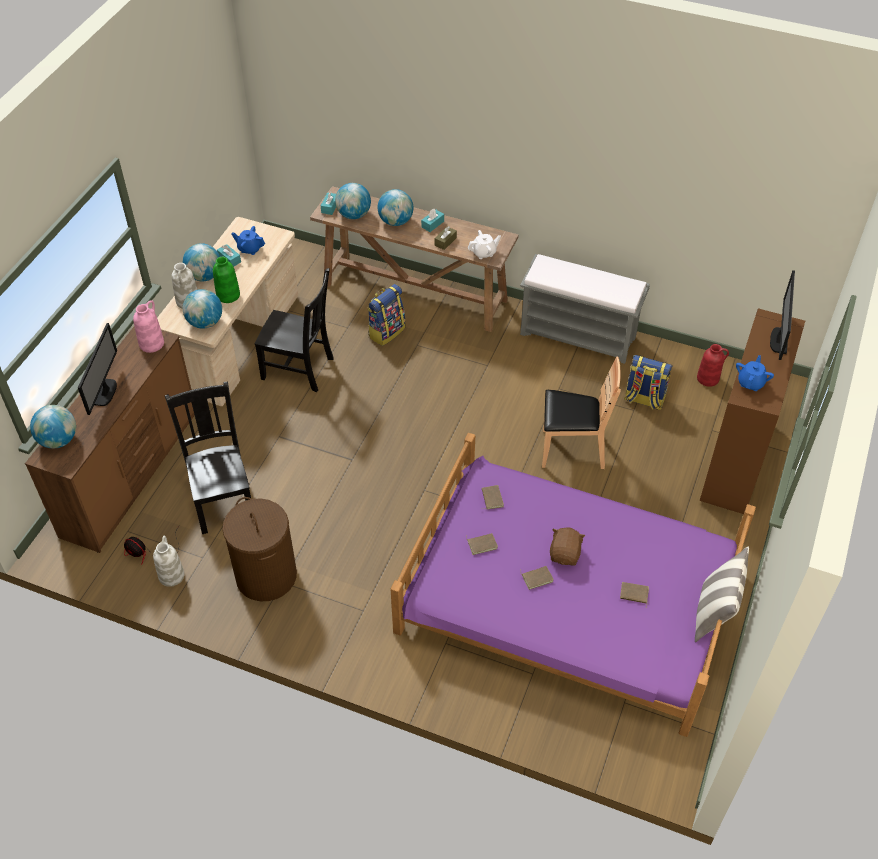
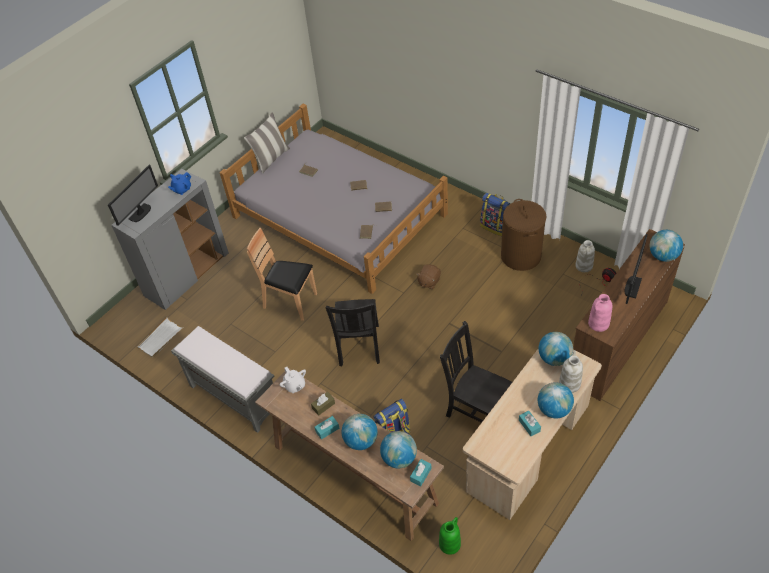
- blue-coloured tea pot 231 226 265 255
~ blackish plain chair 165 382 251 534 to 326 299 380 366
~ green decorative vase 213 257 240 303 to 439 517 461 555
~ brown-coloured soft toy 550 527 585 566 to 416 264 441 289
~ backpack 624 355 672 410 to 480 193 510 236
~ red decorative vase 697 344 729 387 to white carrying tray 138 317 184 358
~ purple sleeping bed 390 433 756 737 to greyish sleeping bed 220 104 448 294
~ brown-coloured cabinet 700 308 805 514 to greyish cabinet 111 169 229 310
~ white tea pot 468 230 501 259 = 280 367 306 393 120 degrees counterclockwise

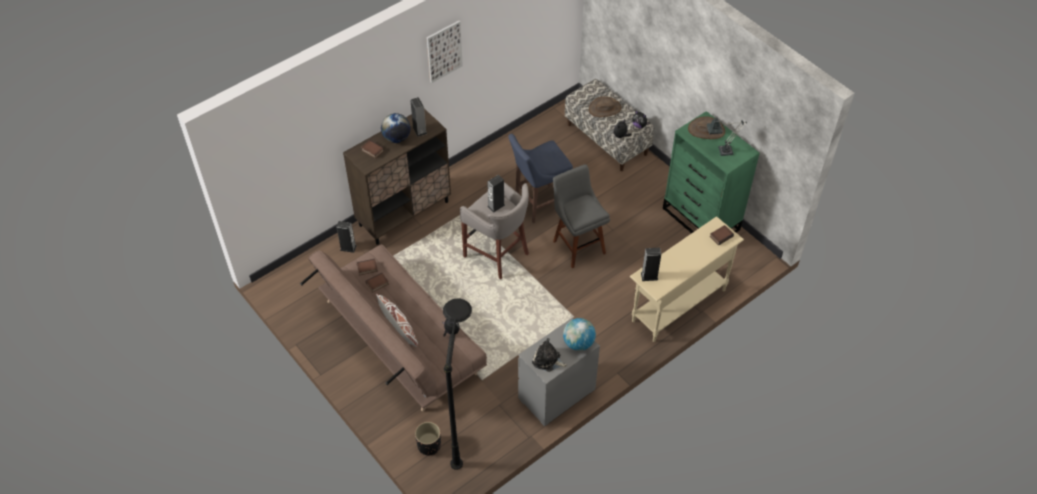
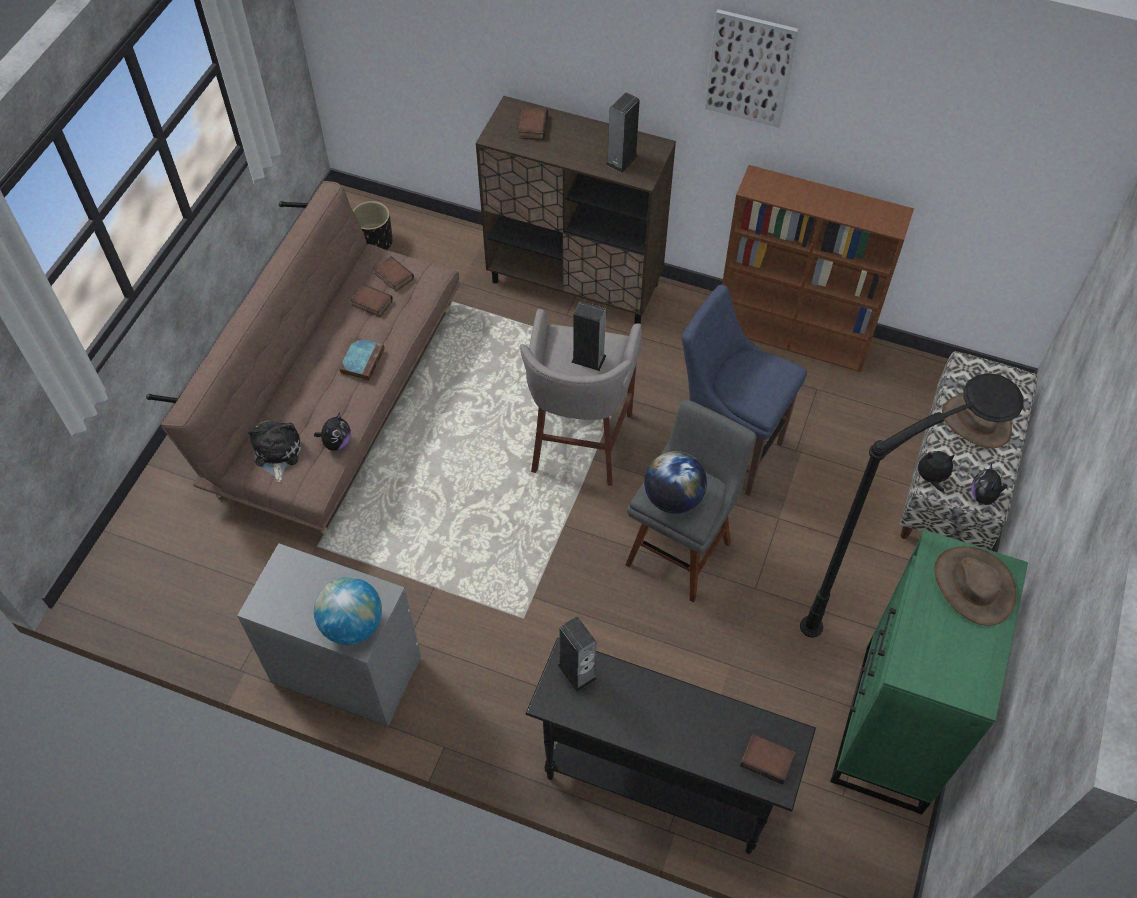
- loudspeaker 337 221 357 253
- white cushion 376 294 418 347
- tabletop lamp 707 118 747 156
+ bound book 339 337 384 381
+ brown-coloured bookcase 722 165 914 372
~ desk globe 381 113 411 143 to 644 451 707 514
~ blackish planter 415 422 441 456 to 353 201 393 250
~ blackish floor lamp 443 298 472 470 to 800 373 1024 638
~ soft toy 532 338 567 372 to 248 420 301 482
~ beige-coloured narrow table 630 216 744 342 to blackish narrow table 526 638 816 854

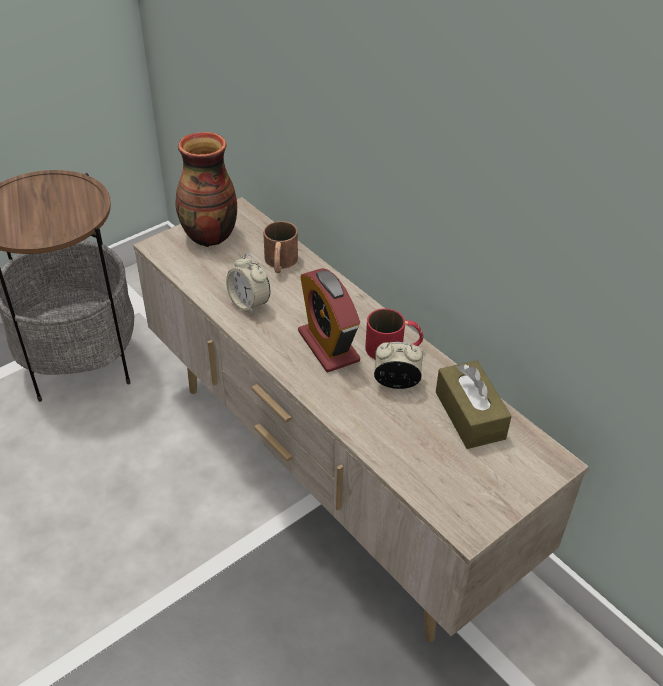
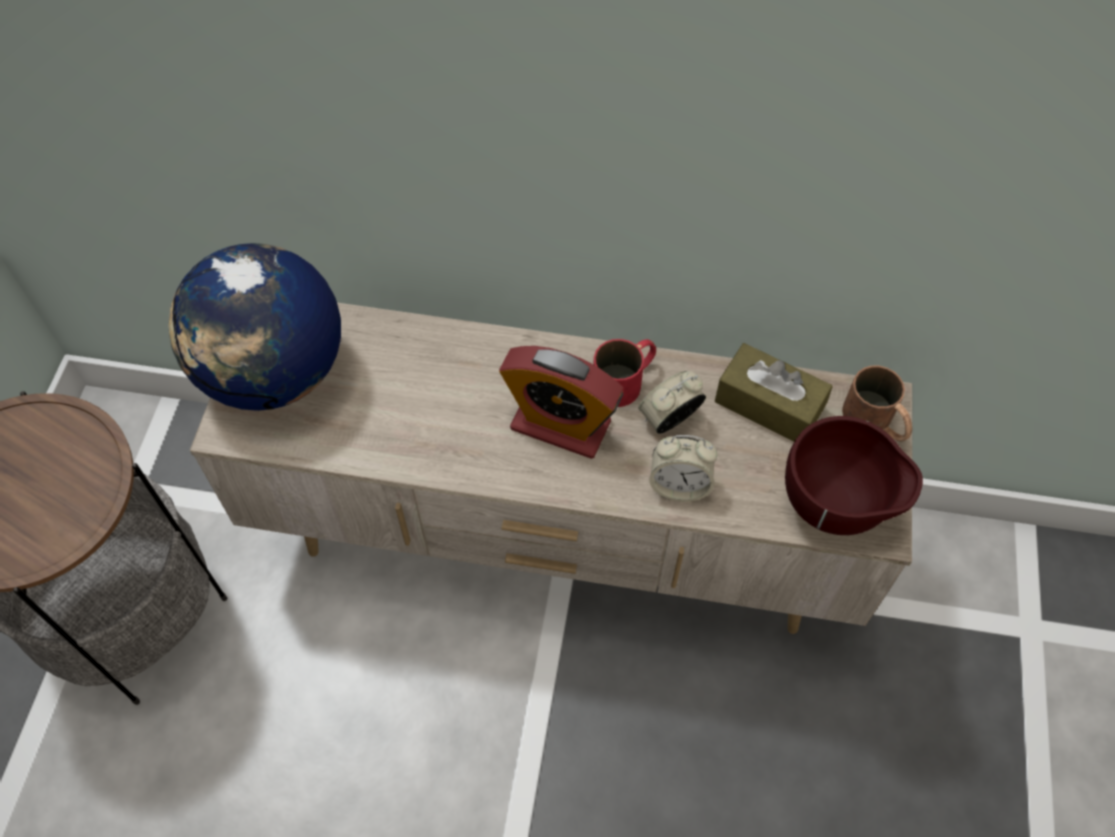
+ brown-coloured deep dish 785 416 923 535
~ bedside clock 226 254 270 315 to 649 435 717 502
~ brown-coloured tea mug 263 221 298 273 to 842 366 912 441
~ decorative vase 175 132 237 247 to desk globe 169 243 341 411

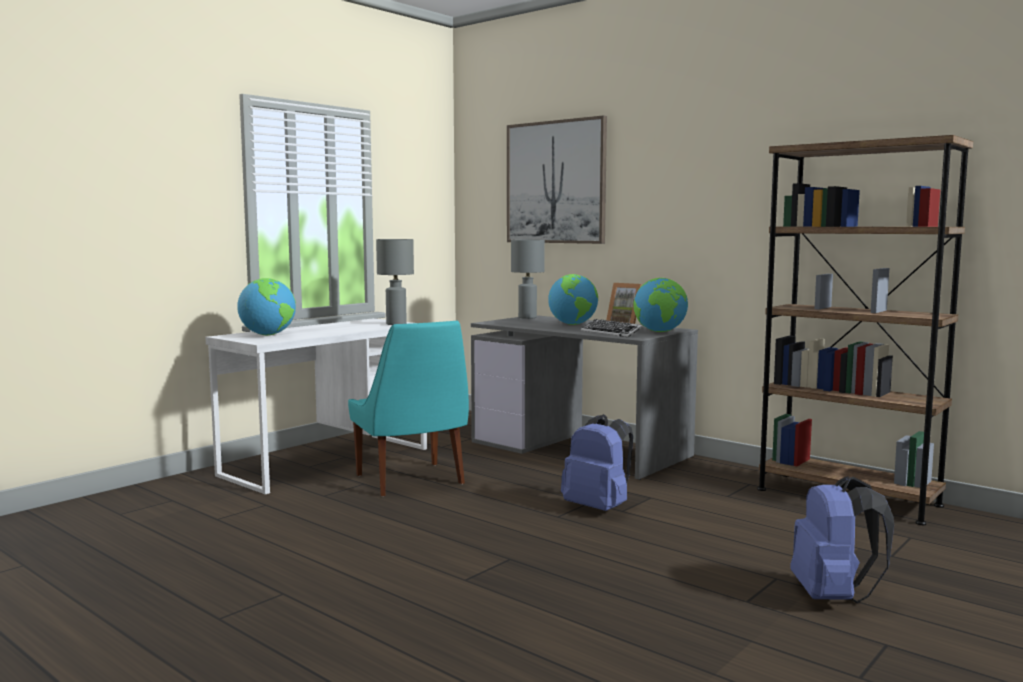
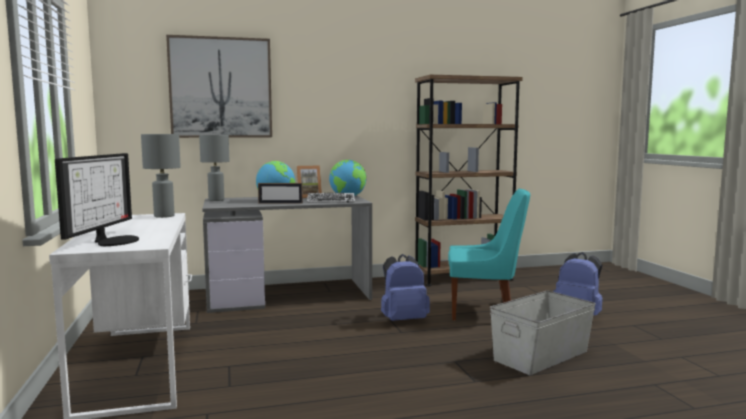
+ standing frame 258 183 303 204
+ greyish storage container 490 291 596 375
~ blue-green plain chair 348 321 469 497 to 448 189 530 321
~ desk globe 237 278 296 335 to computer display 55 153 139 246

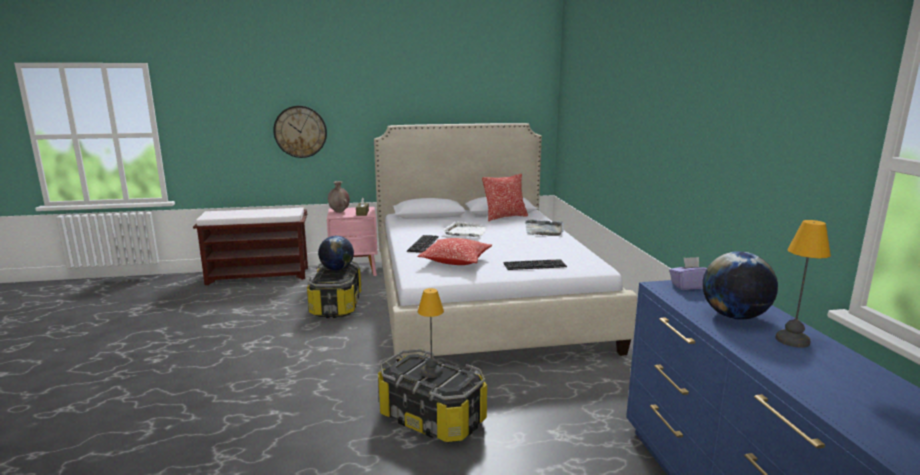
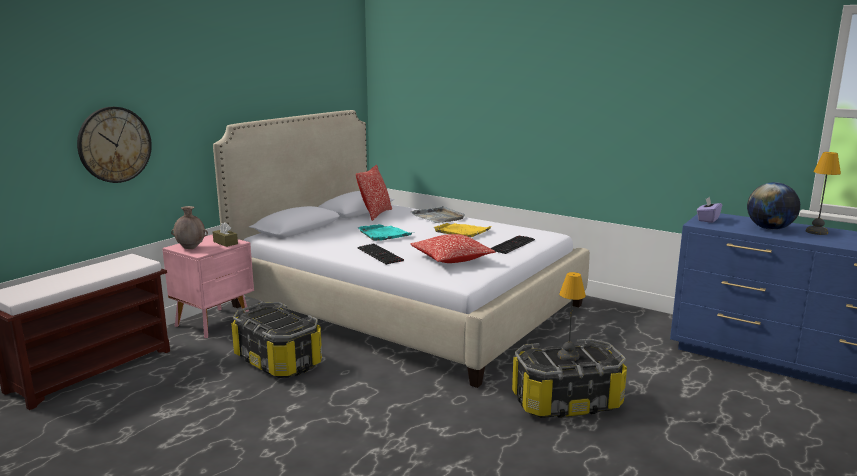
- desk globe 318 236 354 270
+ yellow-coloured carrying tray 433 223 492 237
~ white carrying tray 443 222 487 237 to blue-green carrying tray 358 224 414 241

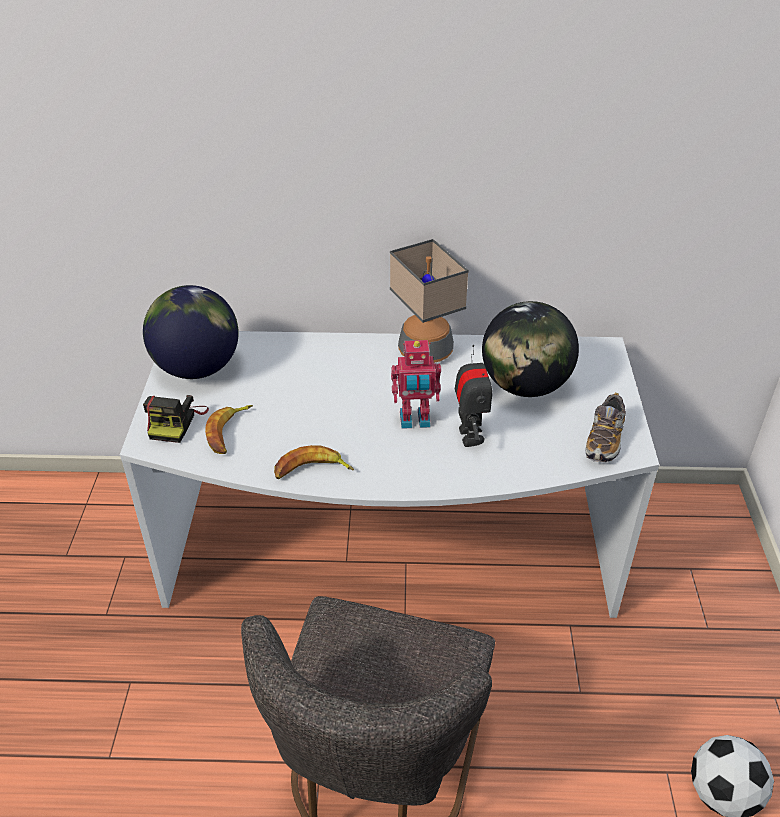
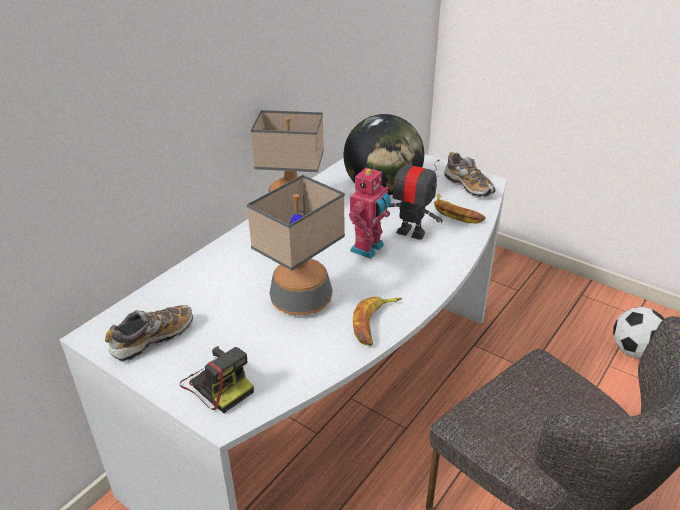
+ tabletop lamp 247 175 345 315
~ whole banana 205 405 253 454 to 434 194 486 224
~ desk globe 143 285 239 379 to low shoe 105 305 193 362

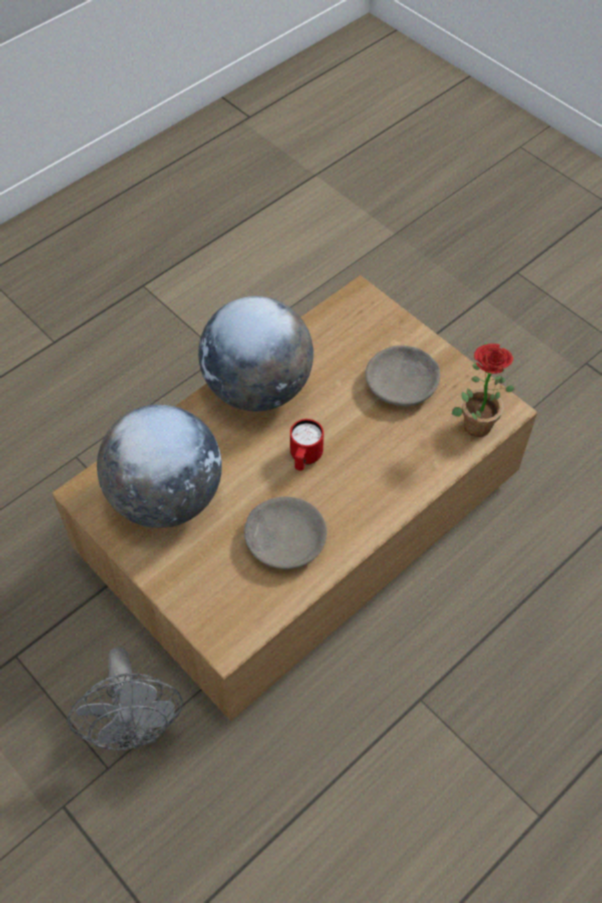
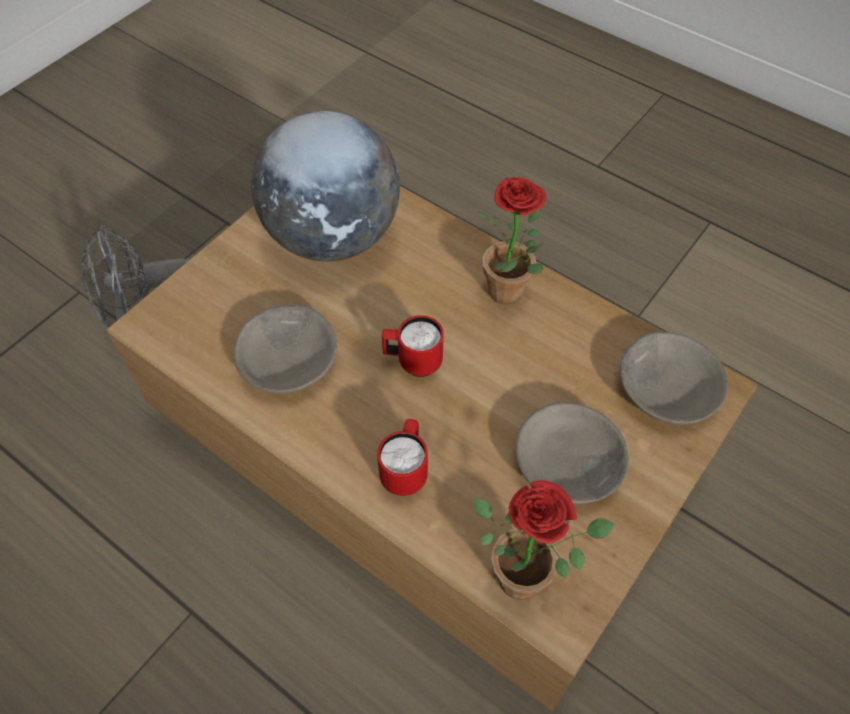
+ red tea mug 377 419 428 496
+ greyish deep dish 620 332 728 425
~ desk globe 198 296 313 411 to potted plant 479 177 546 304

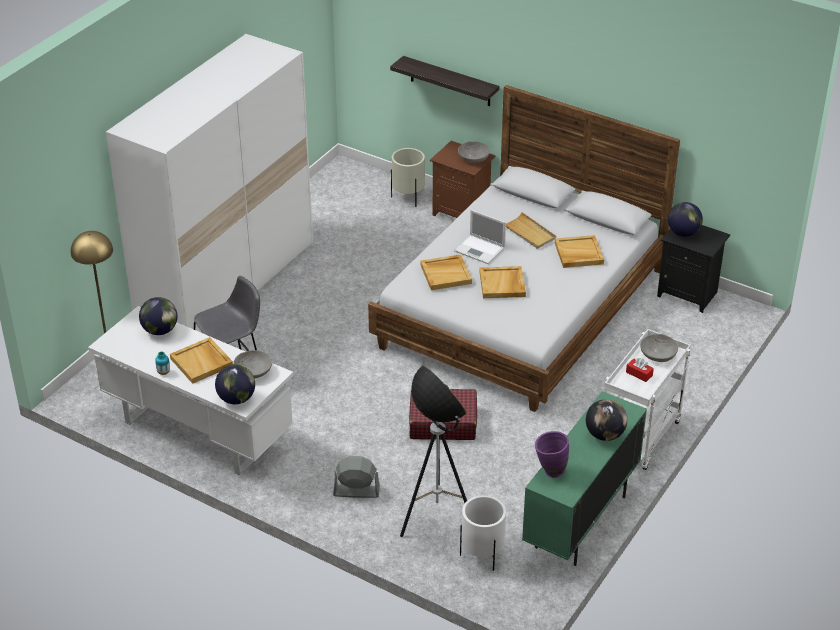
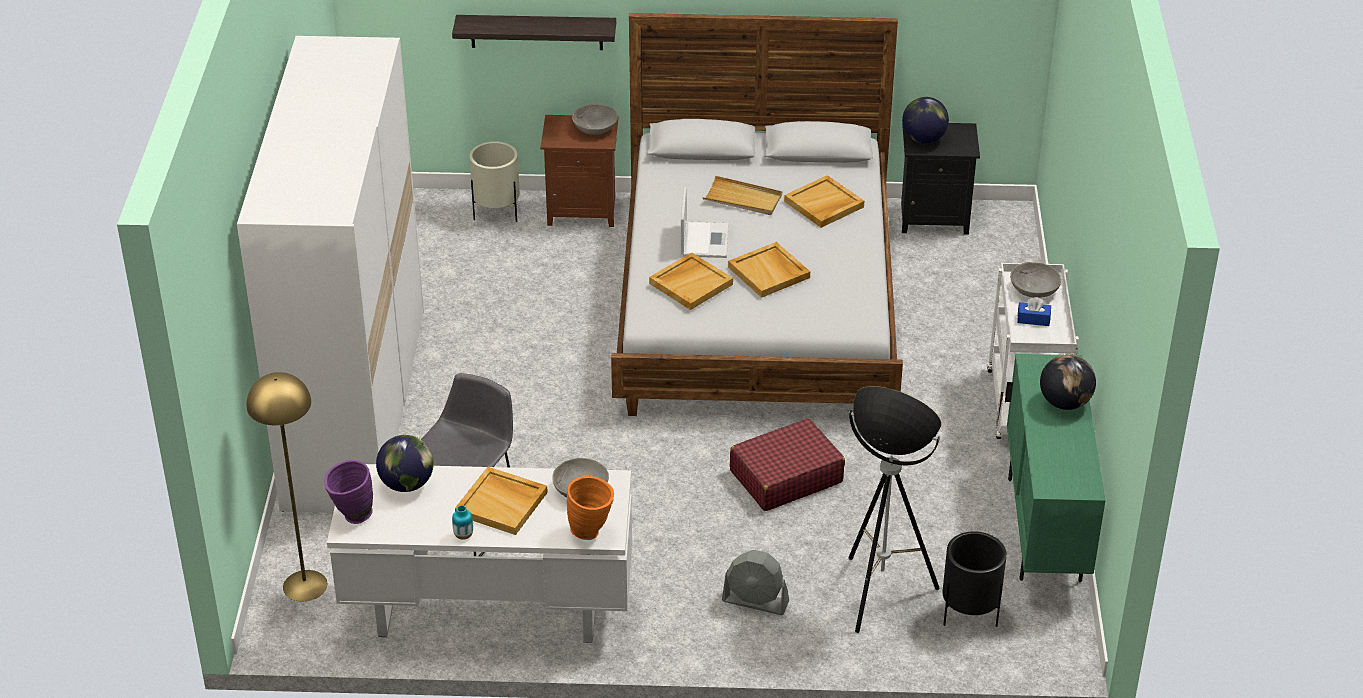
~ purple decorative vase 535 431 569 478 to 324 460 373 524
~ desk globe 215 364 255 404 to orange-coloured decorative vase 567 476 614 540
~ white planter 460 495 506 571 to blackish planter 942 531 1007 627
~ red tissue box 626 358 654 382 to blue-coloured tissue box 1017 297 1051 326
~ greyish electric fan 333 456 380 498 = 722 550 789 615 135 degrees counterclockwise
~ laptop 454 210 506 264 = 681 186 729 258 90 degrees counterclockwise

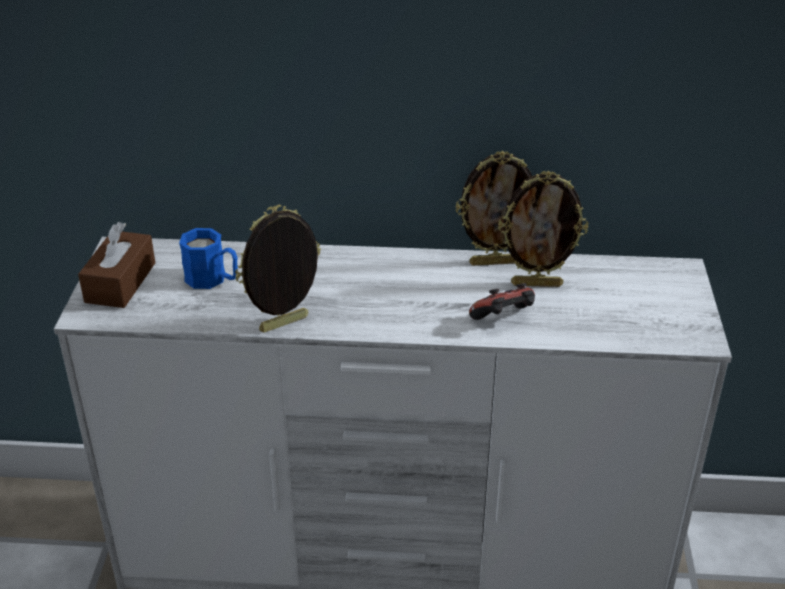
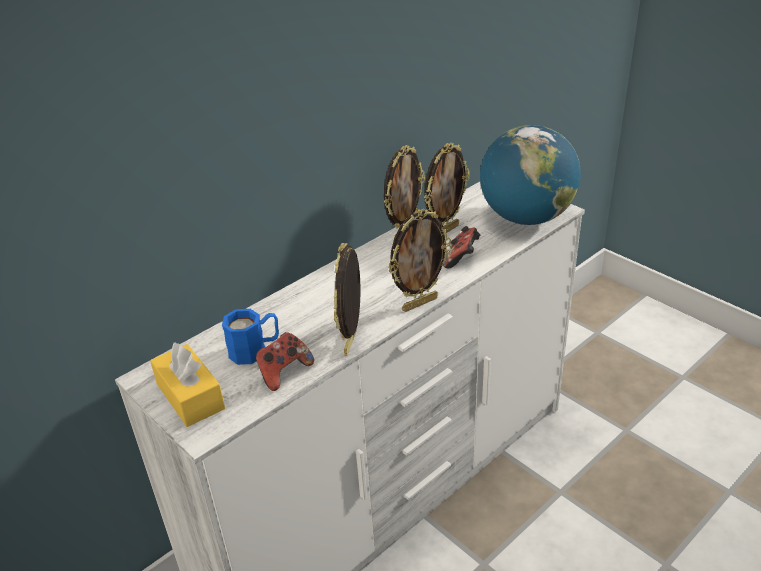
+ game controller 256 332 314 391
+ standing frame 388 209 452 312
+ desk globe 480 125 581 225
~ brown-coloured tissue box 78 222 155 308 to yellow-coloured tissue box 150 343 225 427

